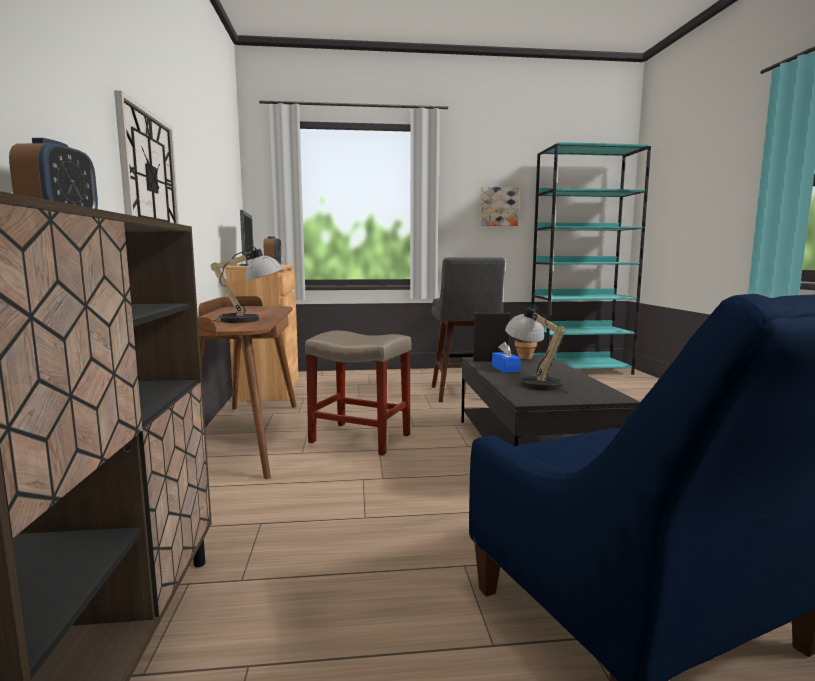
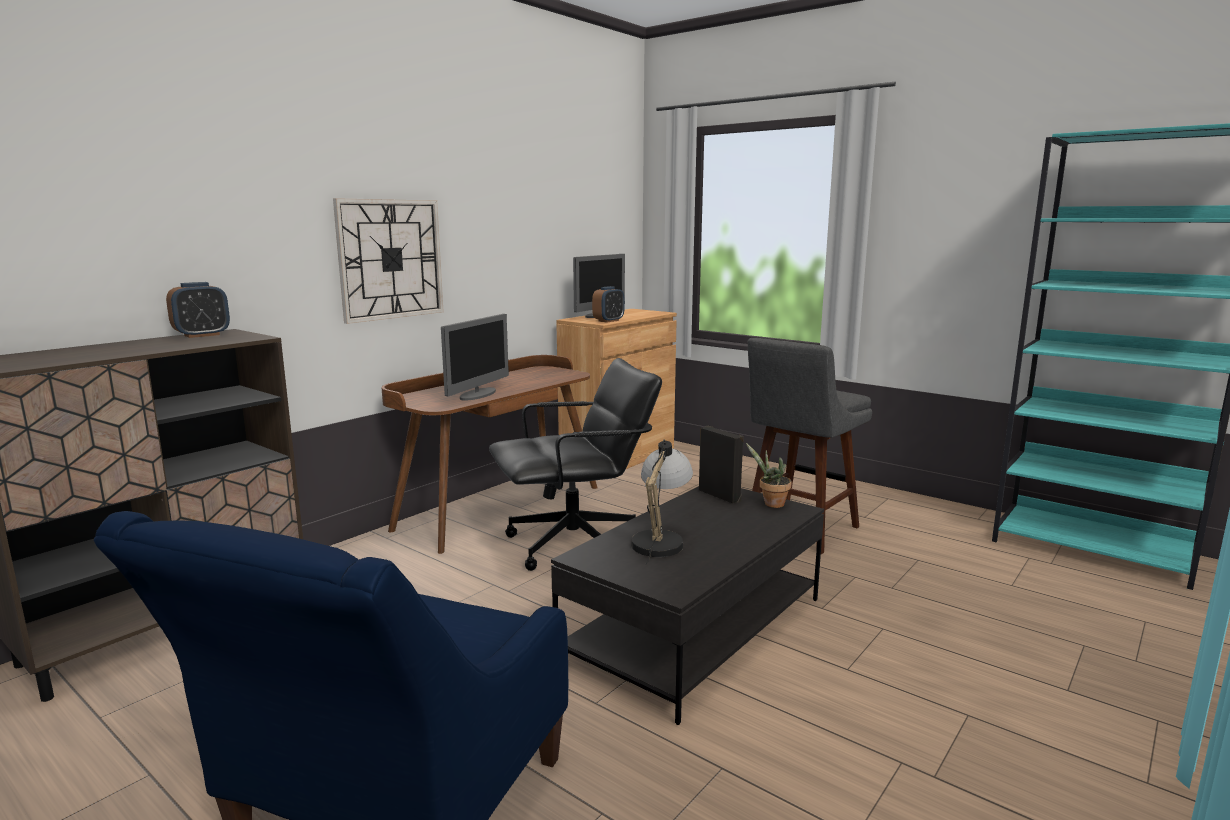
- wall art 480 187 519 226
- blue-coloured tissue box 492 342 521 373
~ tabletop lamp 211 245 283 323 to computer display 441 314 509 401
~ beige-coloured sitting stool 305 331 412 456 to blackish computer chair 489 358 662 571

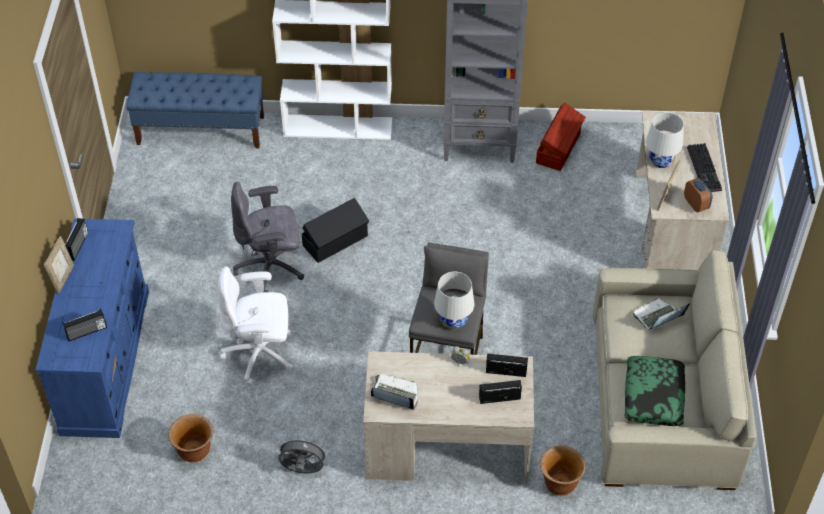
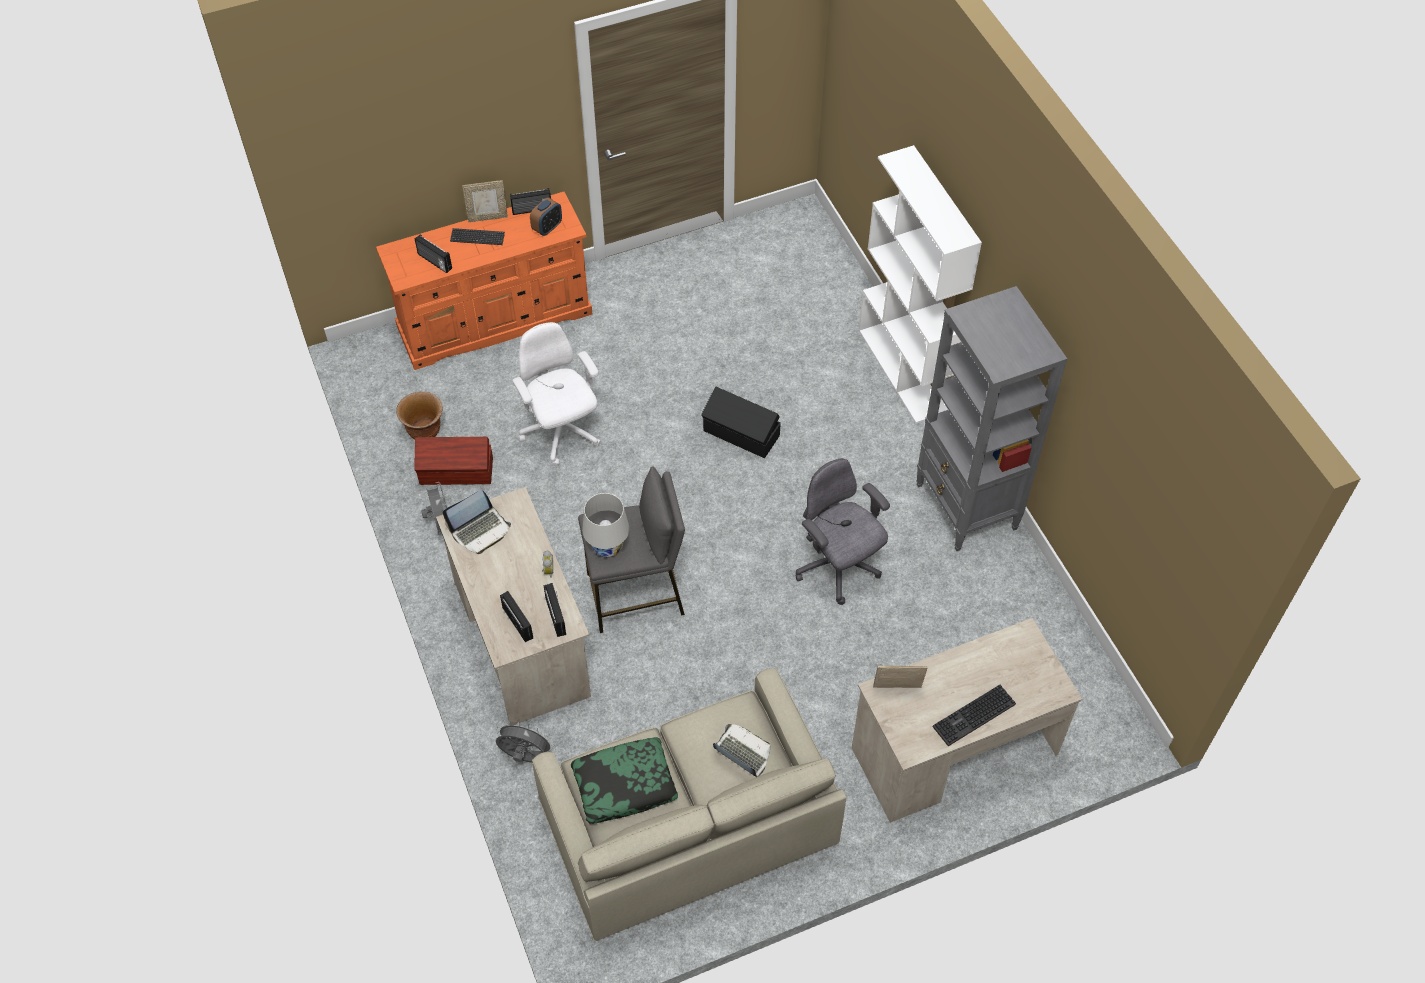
- blue-coloured long seat 126 72 264 148
- white tabletop lamp 646 112 684 168
+ computer keyboard 450 228 505 245
~ greyish computer chair 231 182 304 292 to 795 458 890 605
~ brown-coloured storage container 536 102 586 171 to 415 437 493 485
~ bedside clock 684 178 713 213 to 530 198 562 236
~ brown-coloured planter 540 445 586 495 to greyish electric fan 496 721 555 763
~ blue-coloured chest of drawers 36 218 149 438 to orange-coloured chest of drawers 376 192 592 370
~ laptop 371 375 418 410 = 443 490 511 554 60 degrees clockwise

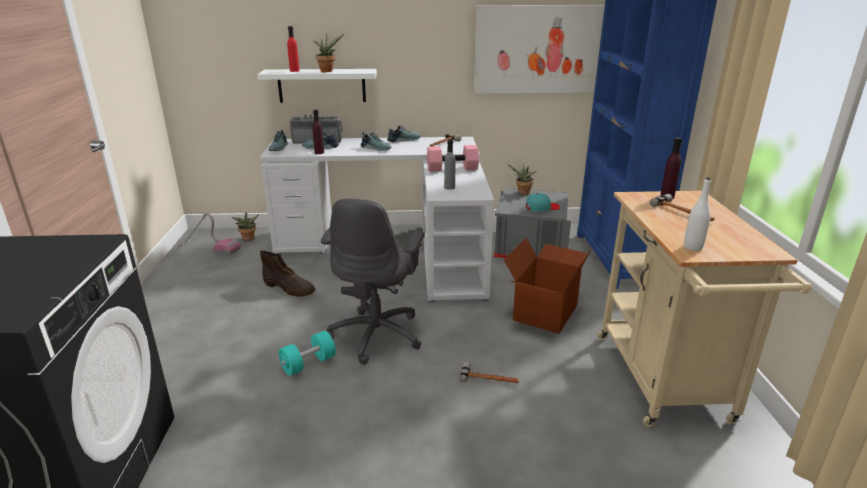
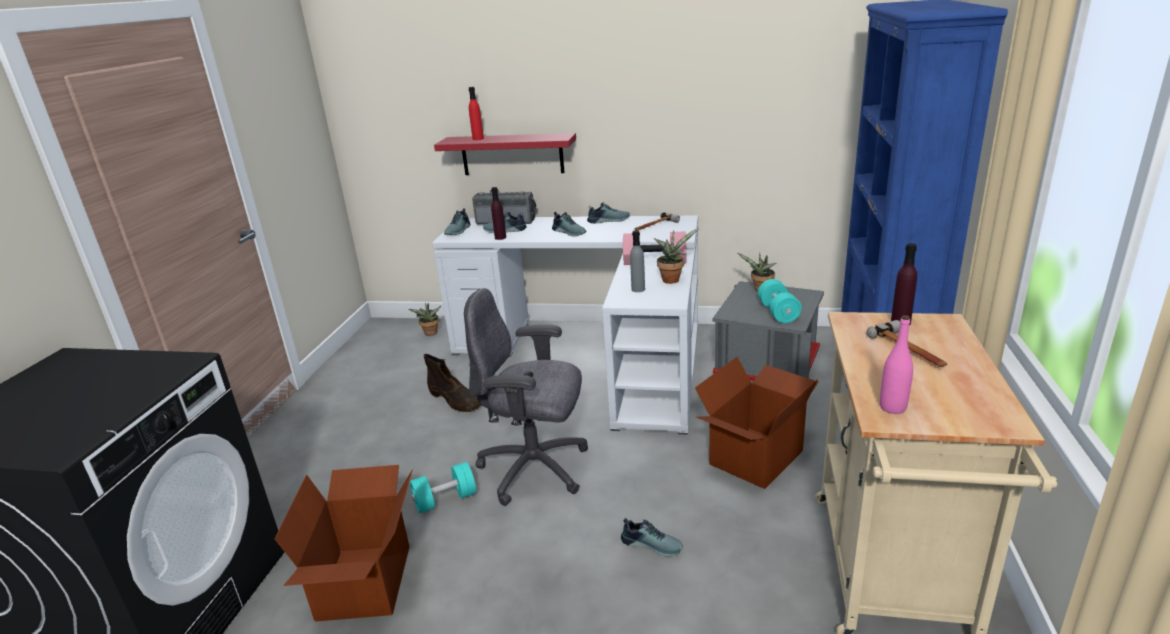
- vacuum cleaner 178 213 241 256
- wall art 473 5 605 94
+ carton 275 465 413 622
~ potted plant 314 34 344 72 to 654 228 699 284
~ hammer 460 362 519 383 to low shoe 621 518 683 557
~ blue-green cap 526 193 560 212 to blue-green dumbbell 758 279 802 323
~ white shelf 257 69 377 103 to red shelf 434 133 576 175
~ white bottle 684 177 711 251 to pink bottle 880 315 913 414
~ greyish computer chair 321 198 425 365 = 464 288 588 506 75 degrees clockwise

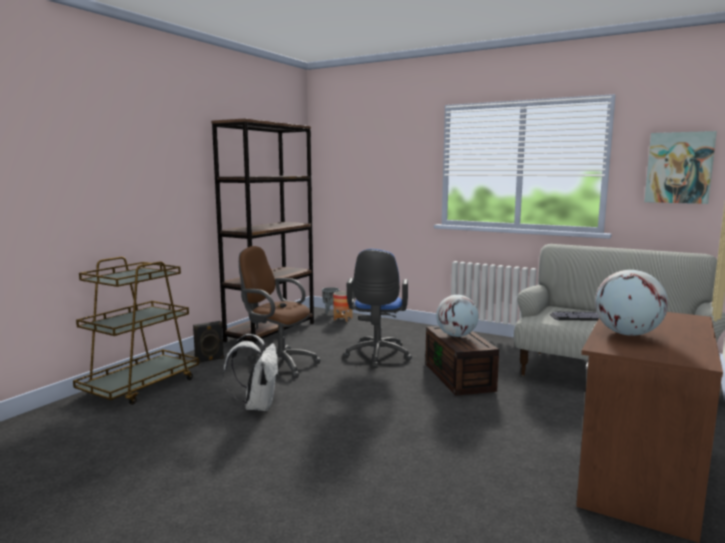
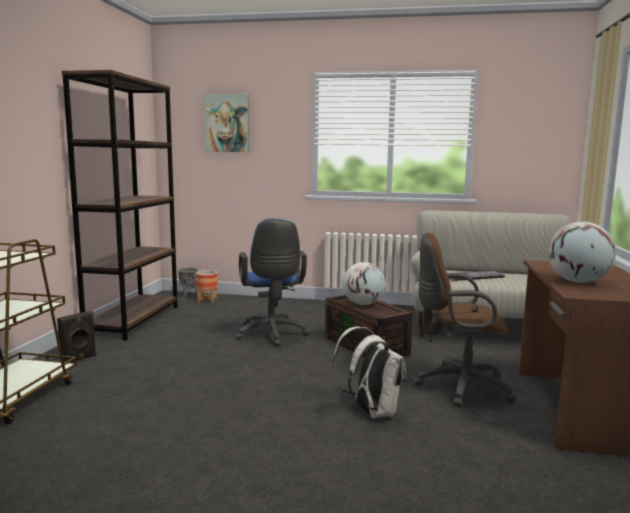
~ white backpack 223 334 278 411 to 332 327 406 418
~ brown-coloured computer chair 239 246 321 378 to 414 233 517 407
~ wall art 644 131 717 204 to 204 94 249 152

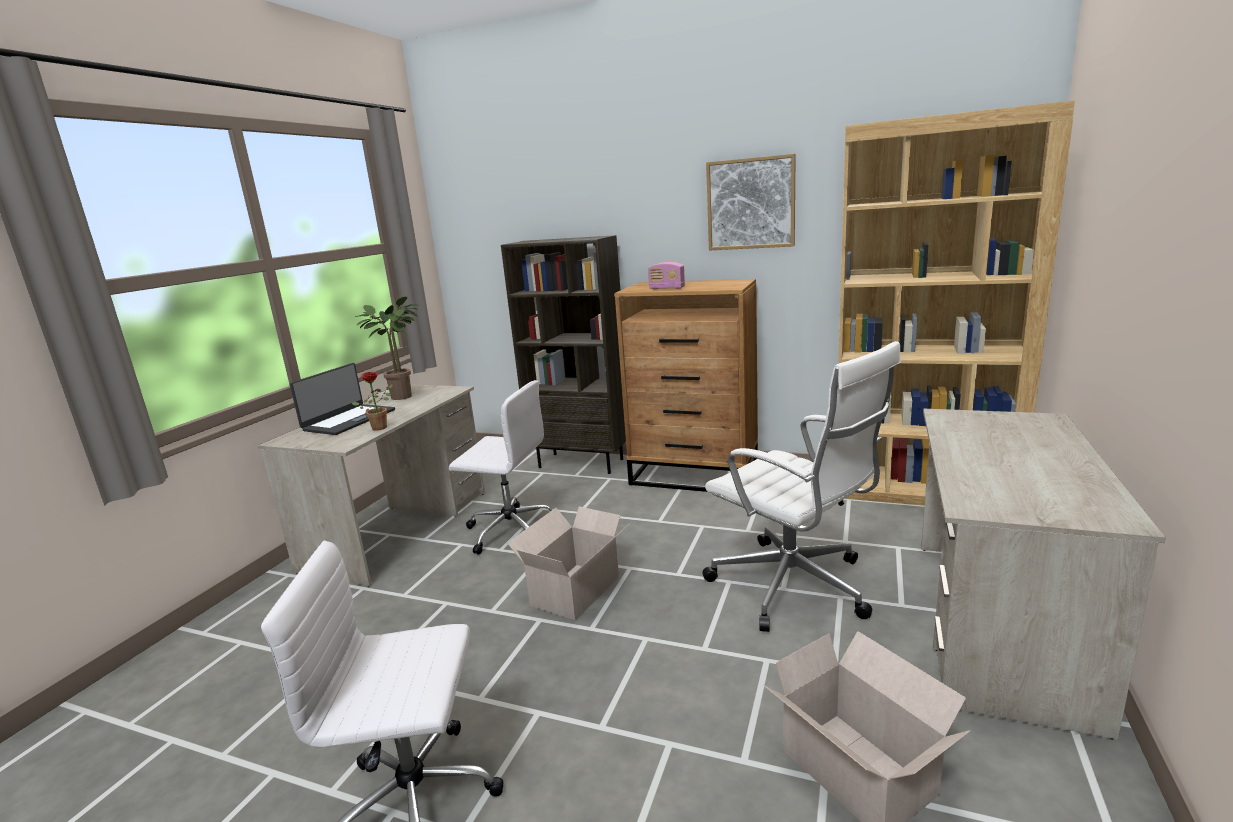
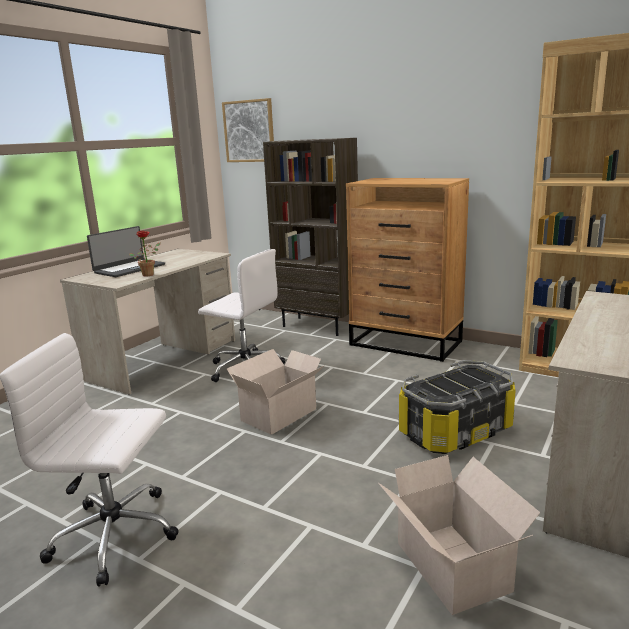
- potted plant 355 297 419 400
- radio 648 262 685 290
~ wall art 706 154 796 250 to 222 98 274 162
~ white computer chair 702 341 901 632 to storage container 399 360 516 454

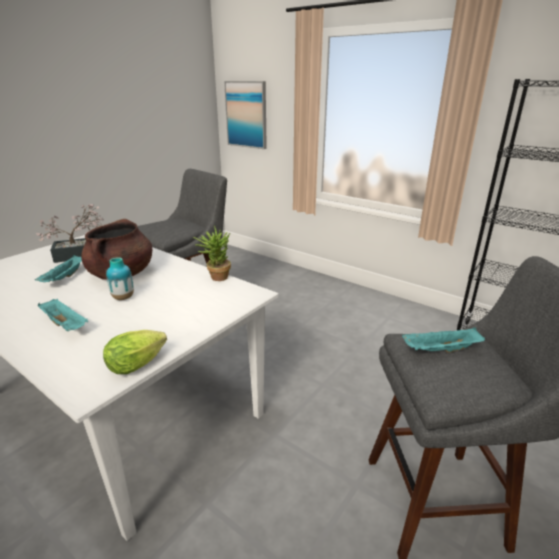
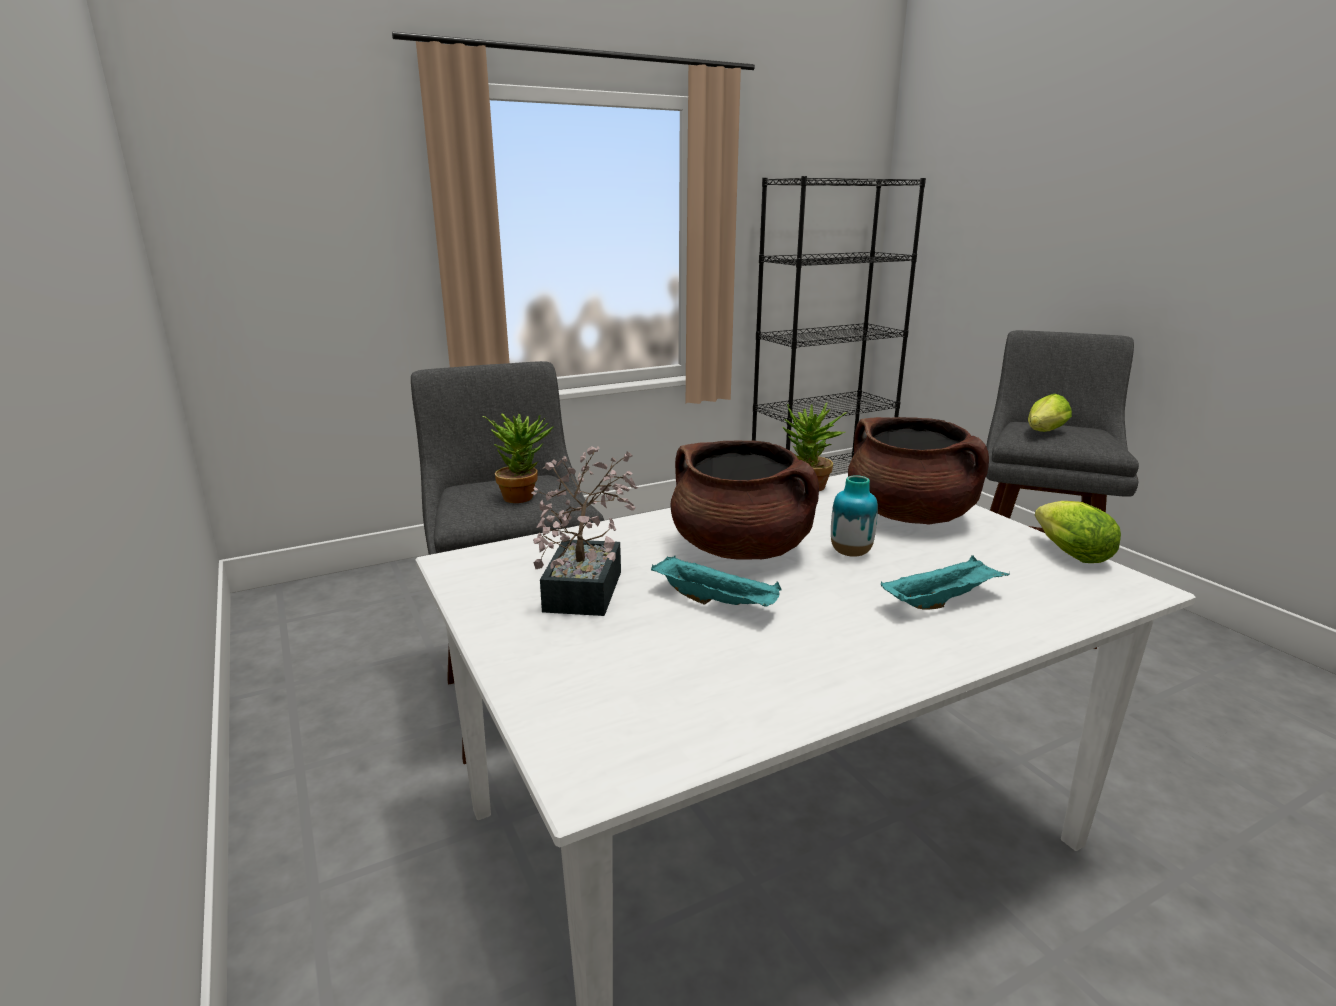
- wall art 224 81 267 149
+ potted plant 483 414 554 503
+ brown-coloured stockpot 848 417 989 525
~ blue-green carrying tray 402 327 485 353 to lettuce head 1028 394 1072 432

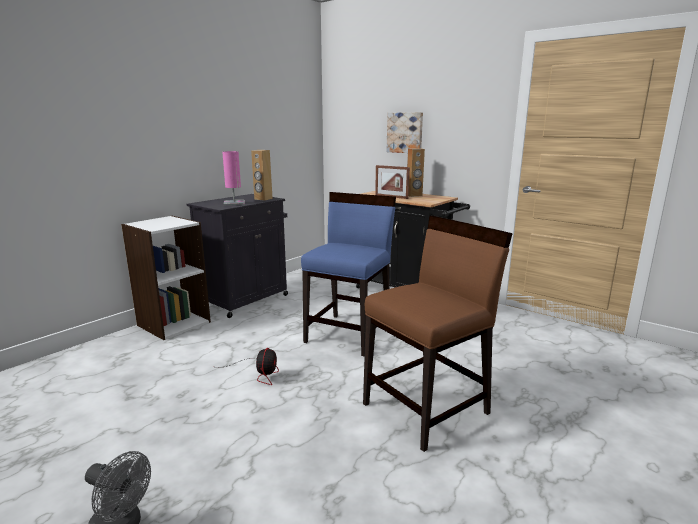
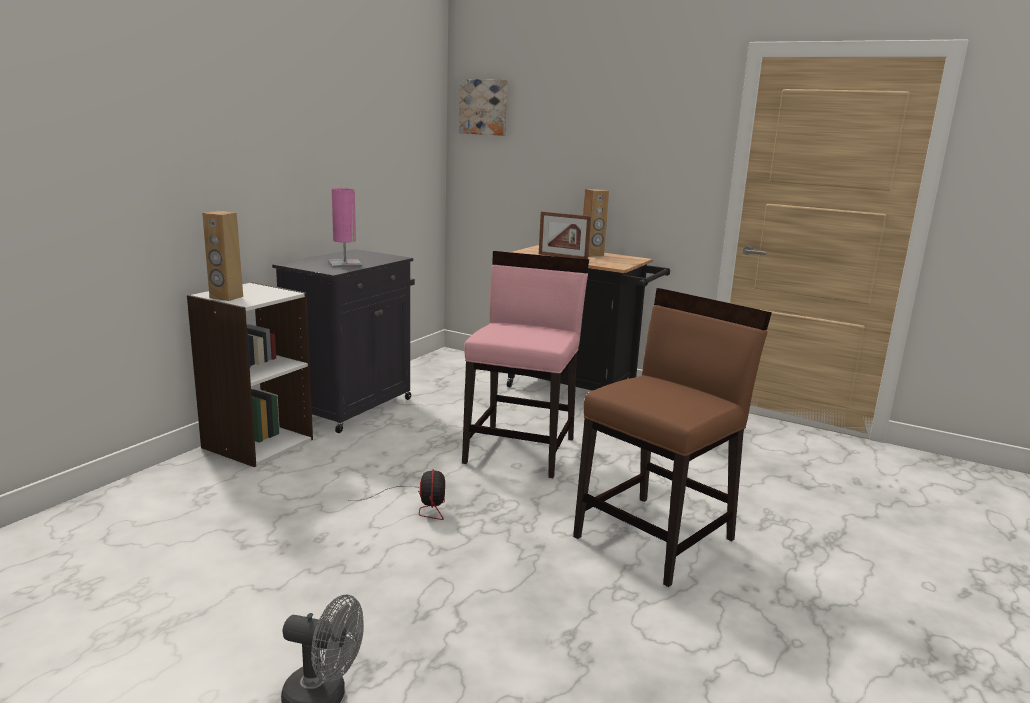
~ brown-coloured loudspeaker 251 150 273 201 to 202 211 243 301
~ wall art 387 112 423 153 to 459 79 508 136
~ blue-coloured plain chair 301 192 396 357 to pink plain chair 462 251 589 478

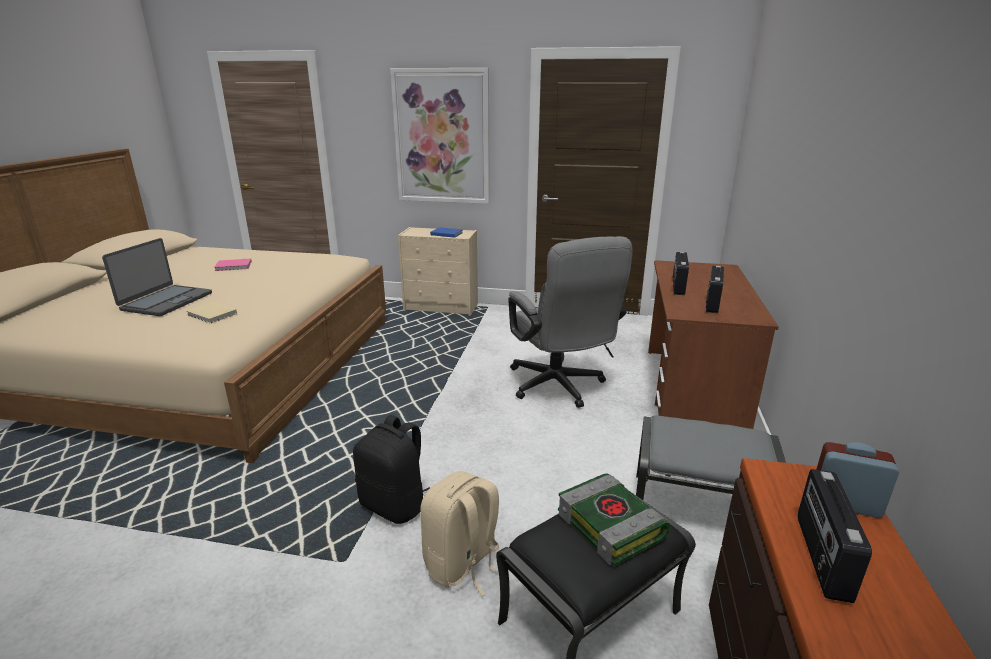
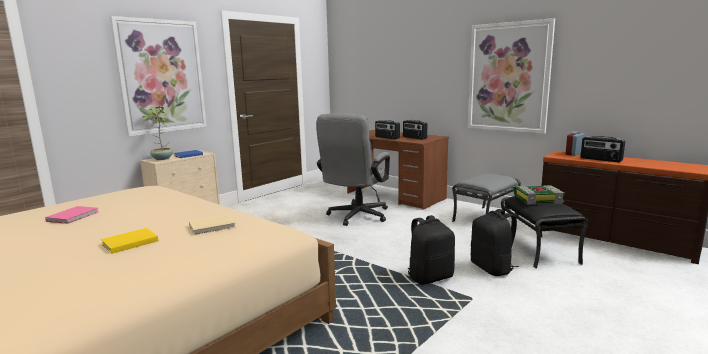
+ potted plant 141 106 173 160
+ wall art 468 18 555 134
~ laptop 102 238 212 316 to yellow-coloured bound book 101 228 158 254
~ beige-coloured backpack 420 471 499 596 to blackish backpack 471 209 519 276
~ greyish computer chair 508 236 633 408 = 316 113 390 226 105 degrees clockwise

